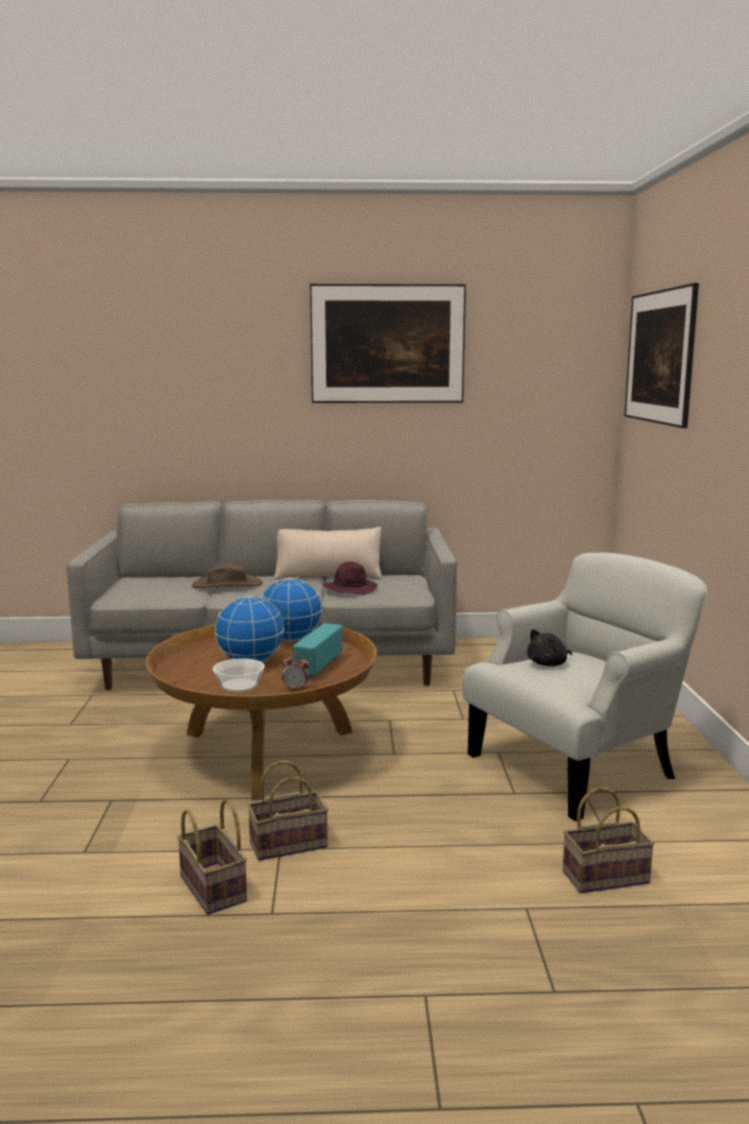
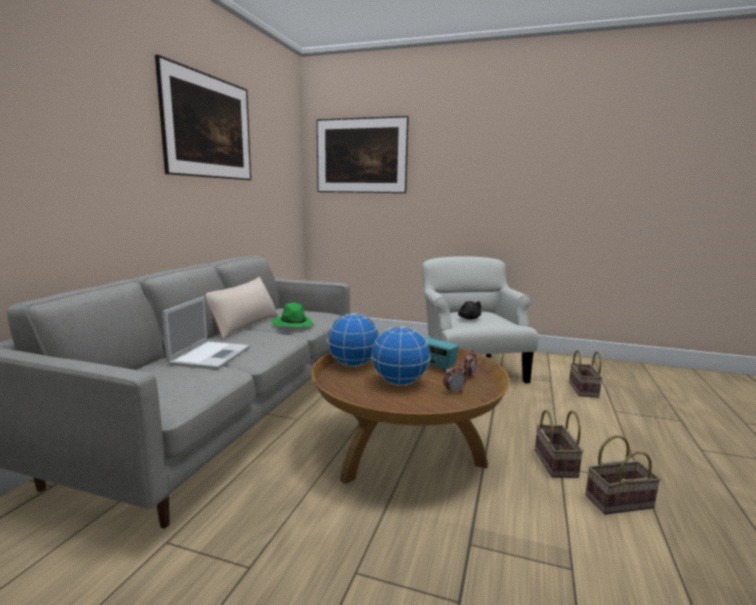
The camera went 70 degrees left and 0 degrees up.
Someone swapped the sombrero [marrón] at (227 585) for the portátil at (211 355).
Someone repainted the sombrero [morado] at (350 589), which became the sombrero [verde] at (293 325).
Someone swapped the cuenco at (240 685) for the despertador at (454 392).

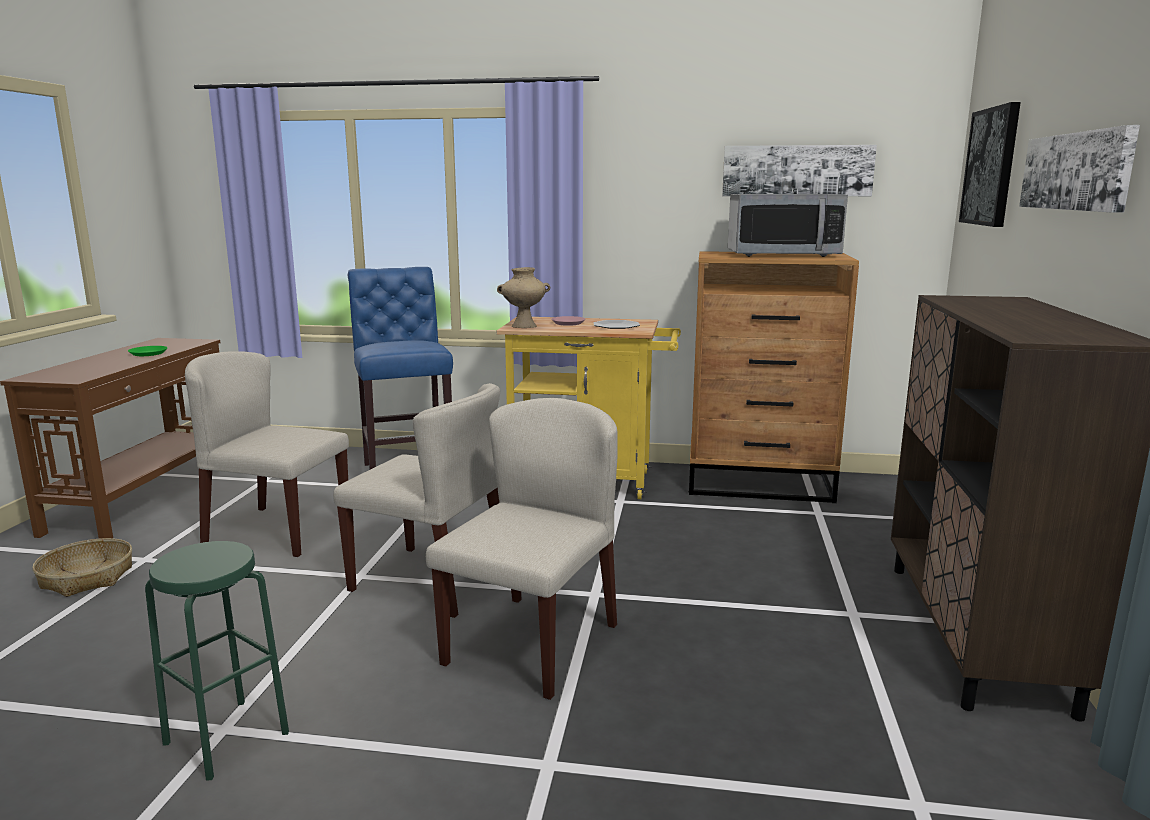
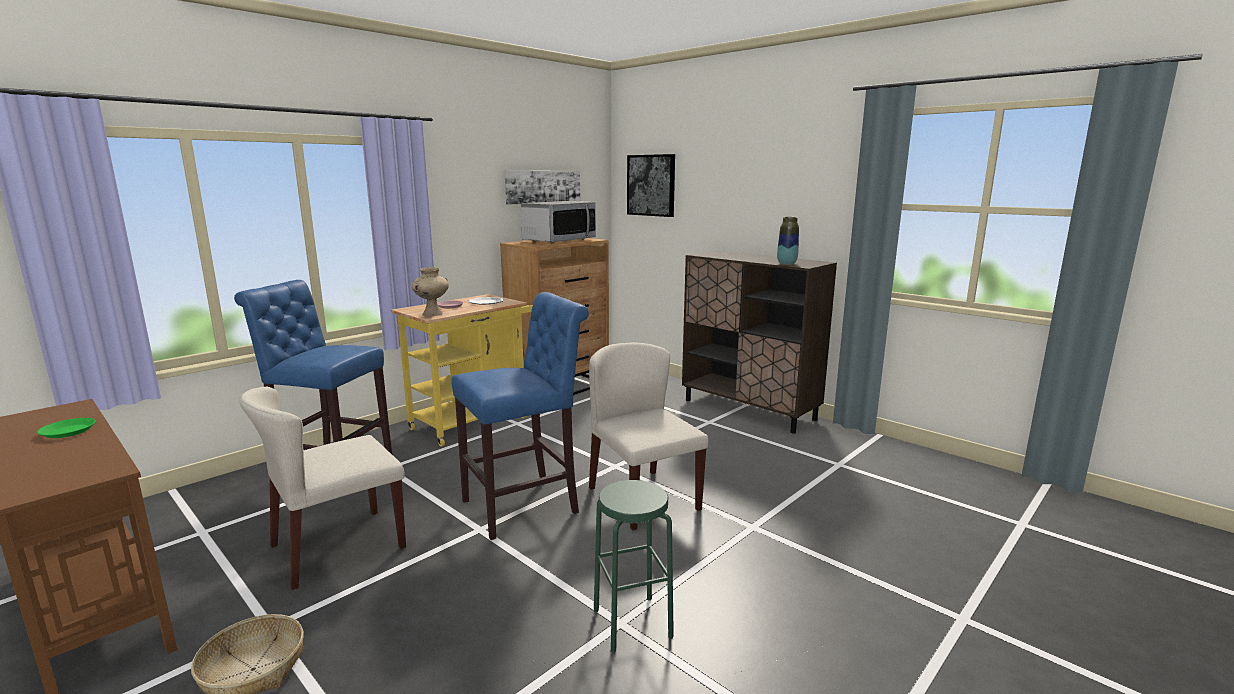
The camera went 55 degrees left and 0 degrees up.
Someone swapped the silla [beis] at (432 580) for the taburete [azul] at (526 506).
Someone put down the florero at (786 264).
Someone took away the cuadro at (1076 171).

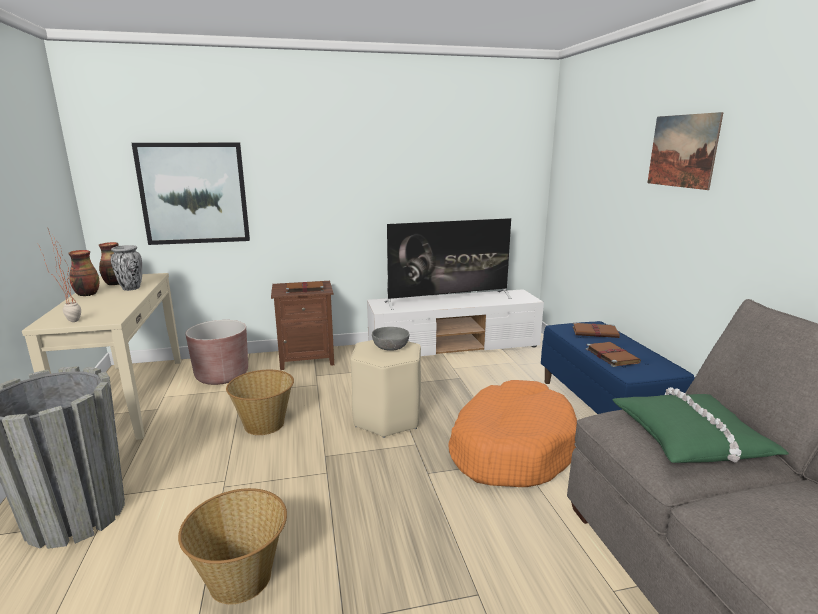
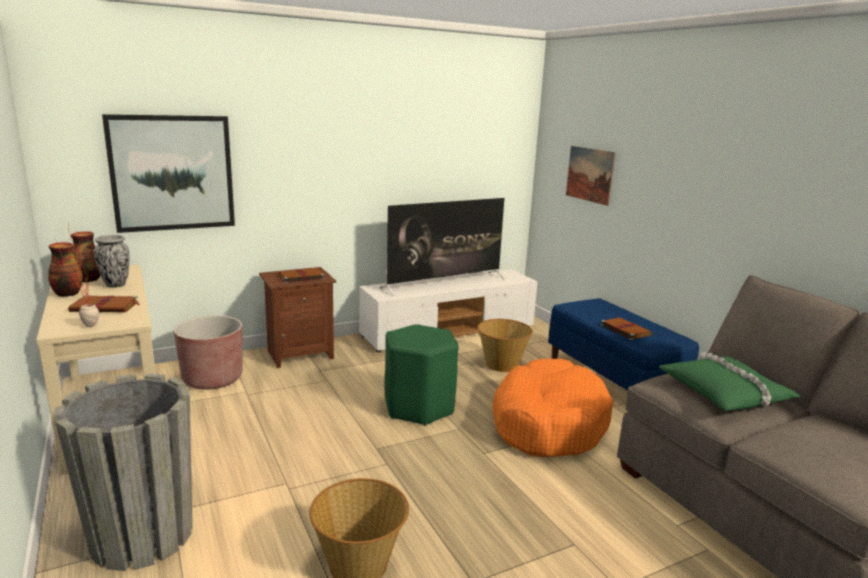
The camera went 15 degrees left and 0 degrees up.
Someone carried the libro [marrón] from (596 332) to (106 307).
Someone repainted the taburete [beis] at (387 418), which became the taburete [verde] at (419 407).
Someone carried the cesta from (264 424) to (501 364).
Someone carried the cuadro from (682 151) to (589 174).
Someone took away the cuenco [gris] at (390 346).

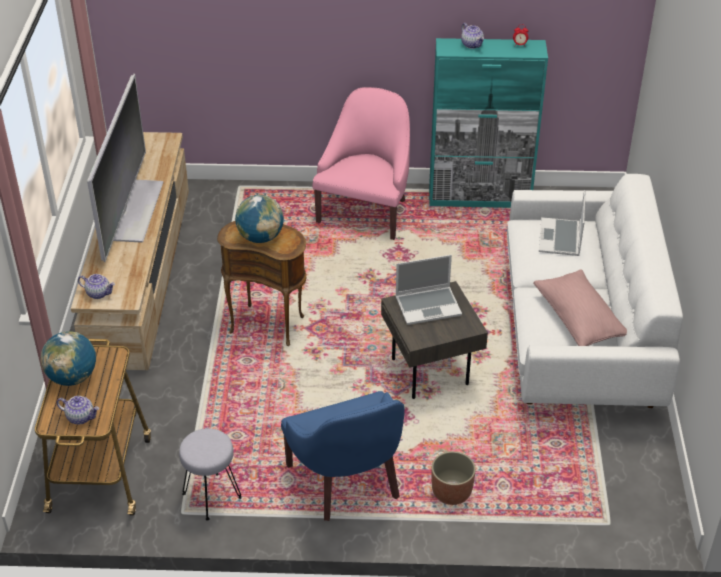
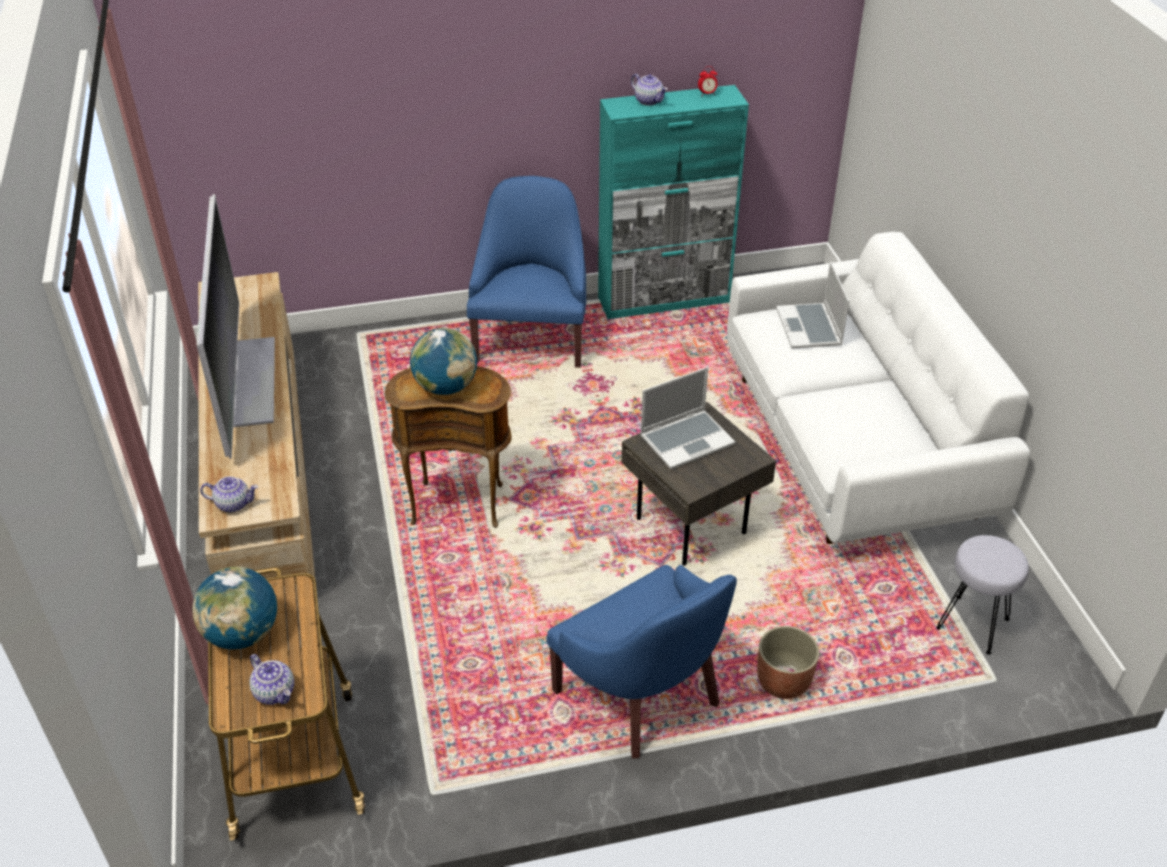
The camera went 15 degrees left and 0 degrees up.
Someone rotated the tetera at (81 417) by 45 degrees clockwise.
Someone repainted the sillón [rosa] at (366 211), which became the sillón [azul] at (532 338).
Someone carried the taburete [gris] from (211 497) to (972 625).
Someone took away the cojín [rosa] at (579 319).

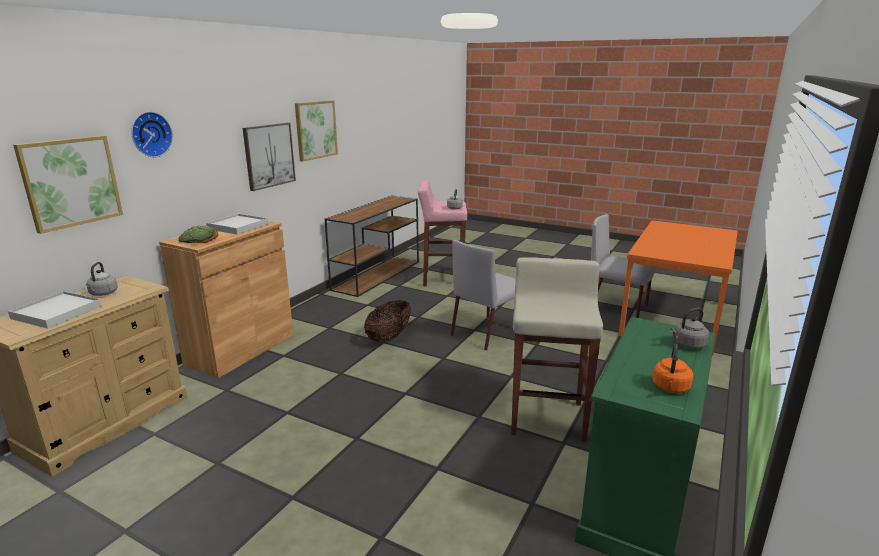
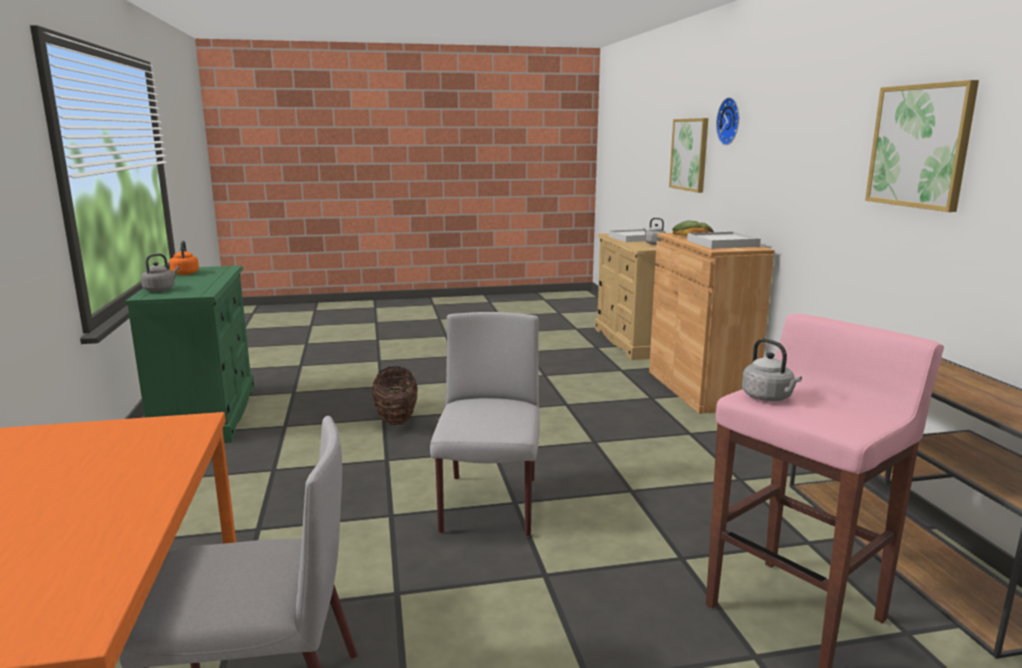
The camera went 140 degrees right and 5 degrees down.
Someone carried the cesta from (389 337) to (396 419).
Someone took away the cuadro at (269 155).
Someone took away the taburete [beis] at (547 417).

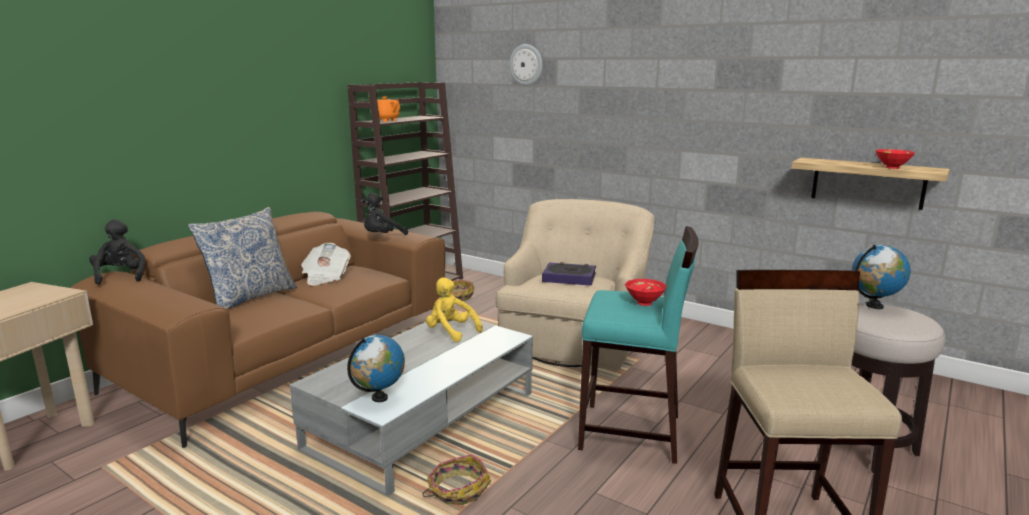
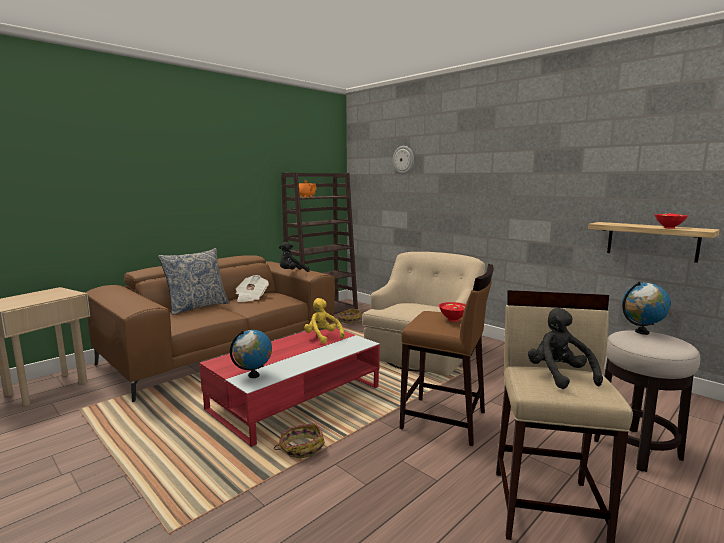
The camera went 10 degrees right and 5 degrees down.
Someone repainted the mesa de centro [gris] at (423 420), which became the mesa de centro [rojo] at (295 398).
Someone repainted the taburete [turquesa] at (631 433), which became the taburete [marrón] at (444 420).
Someone carried the peluche [negro] from (121 276) to (559 375).
Someone took away the libro at (569 278).

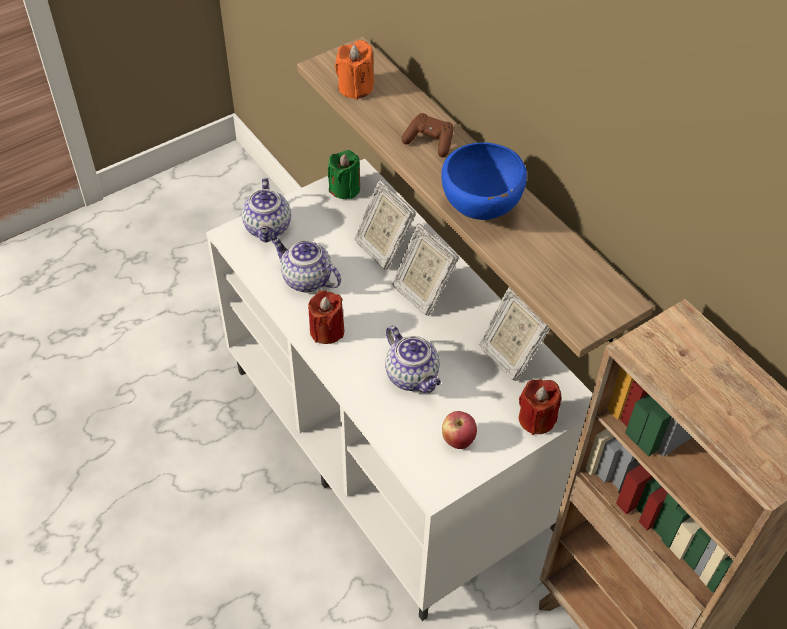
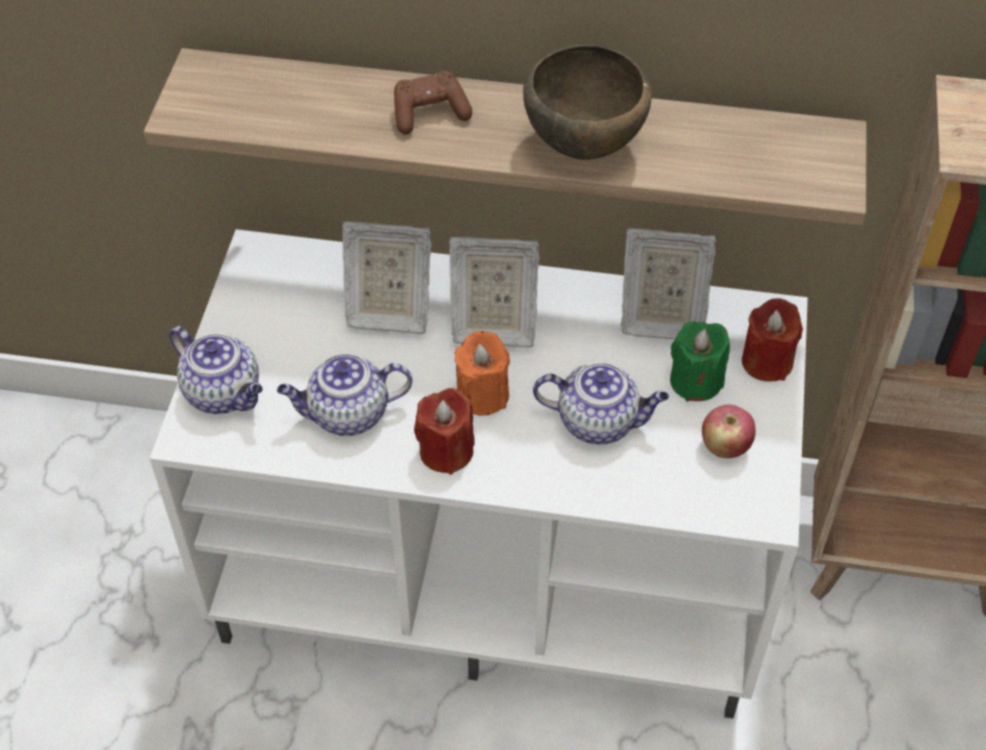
The camera went 45 degrees left and 0 degrees up.
Someone carried the vela [naranja] from (355 87) to (482 395).
Someone repainted the cuenco [azul] at (480 211), which became the cuenco [marrón] at (585 148).
Someone carried the vela [verde] from (345 188) to (696 381).

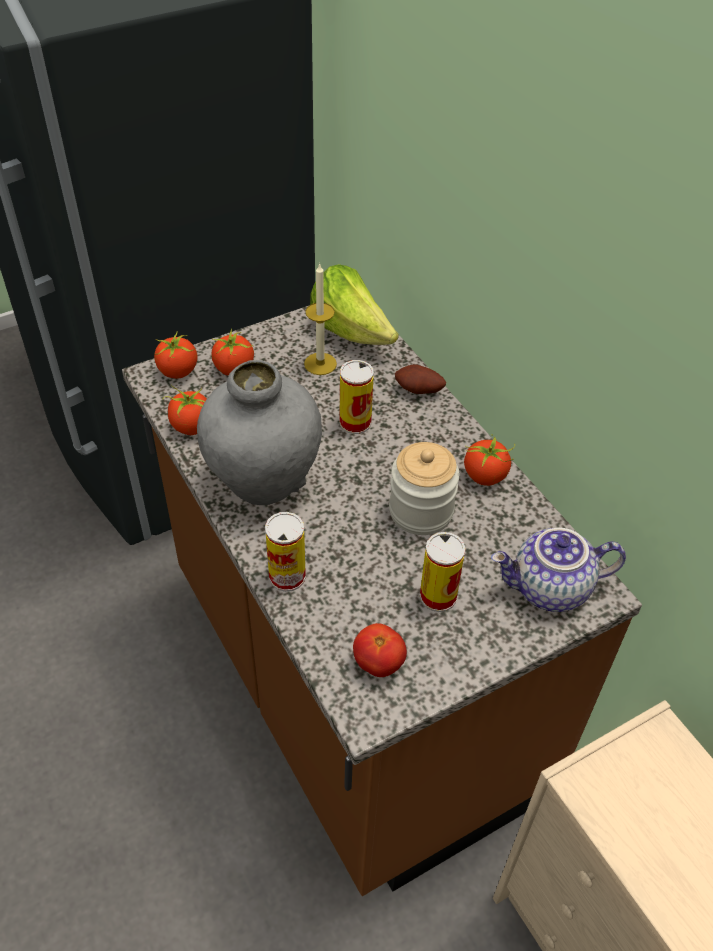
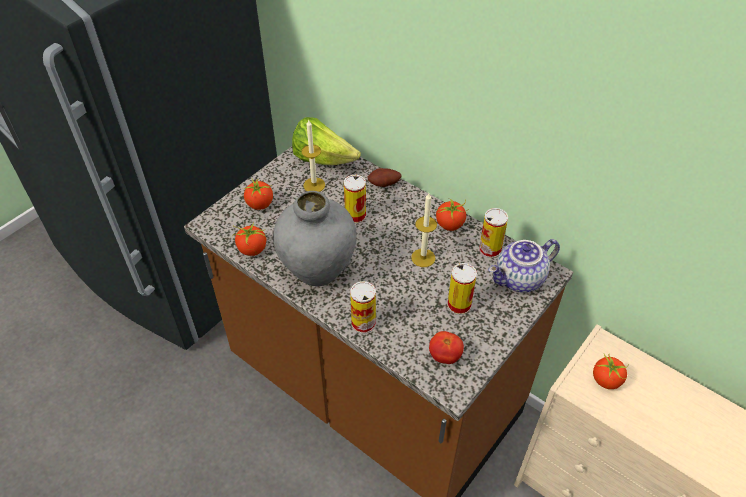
The camera went 20 degrees left and 0 degrees up.
Someone swapped the tarro at (421 511) for the vela at (423 258).
Someone put down the lata at (490 249).
Someone carried the tomate from (178 371) to (606 380).

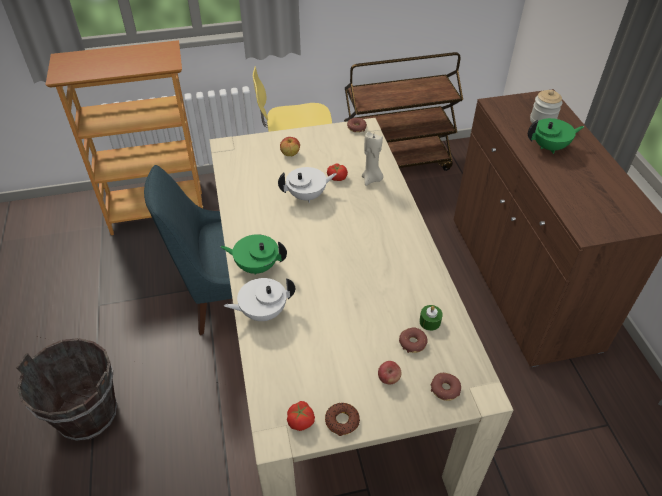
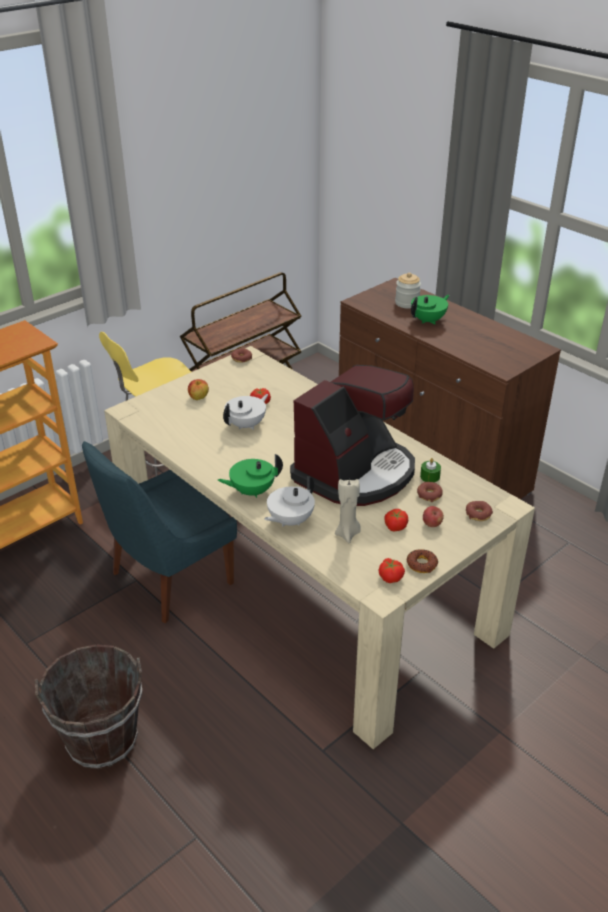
The camera went 30 degrees left and 10 degrees down.
Someone put down the cafetera at (355 473).
Someone carried the vela [beis] from (371 179) to (348 534).
Someone put down the tomate at (395 526).

